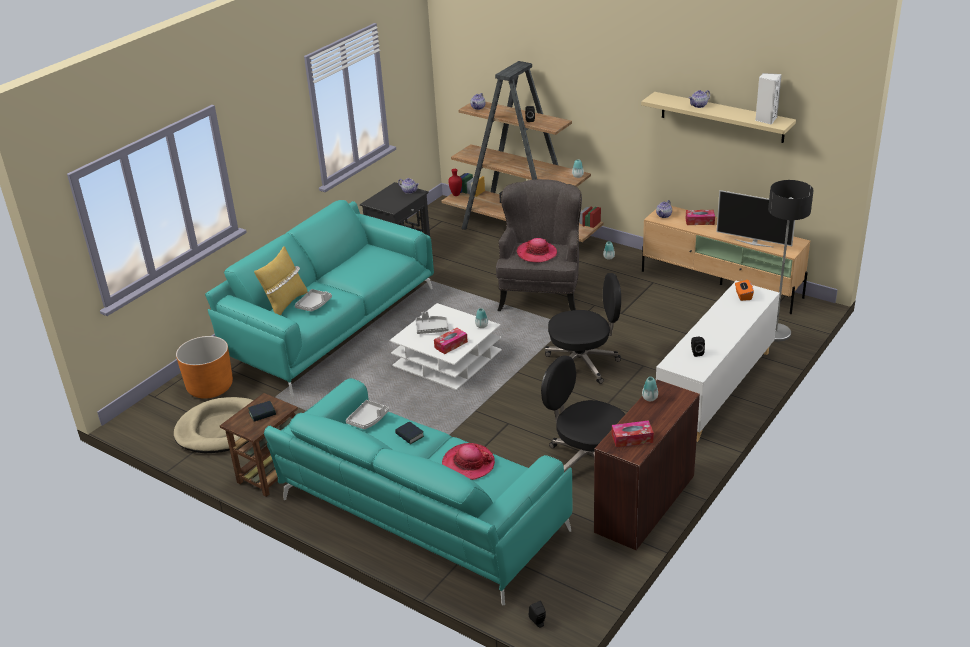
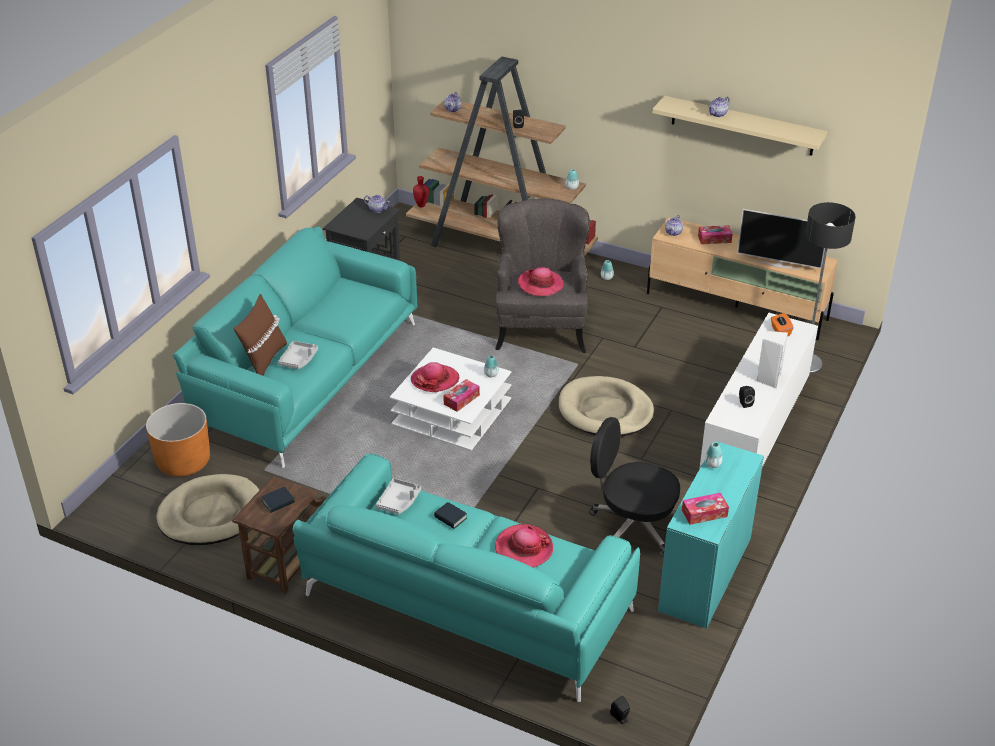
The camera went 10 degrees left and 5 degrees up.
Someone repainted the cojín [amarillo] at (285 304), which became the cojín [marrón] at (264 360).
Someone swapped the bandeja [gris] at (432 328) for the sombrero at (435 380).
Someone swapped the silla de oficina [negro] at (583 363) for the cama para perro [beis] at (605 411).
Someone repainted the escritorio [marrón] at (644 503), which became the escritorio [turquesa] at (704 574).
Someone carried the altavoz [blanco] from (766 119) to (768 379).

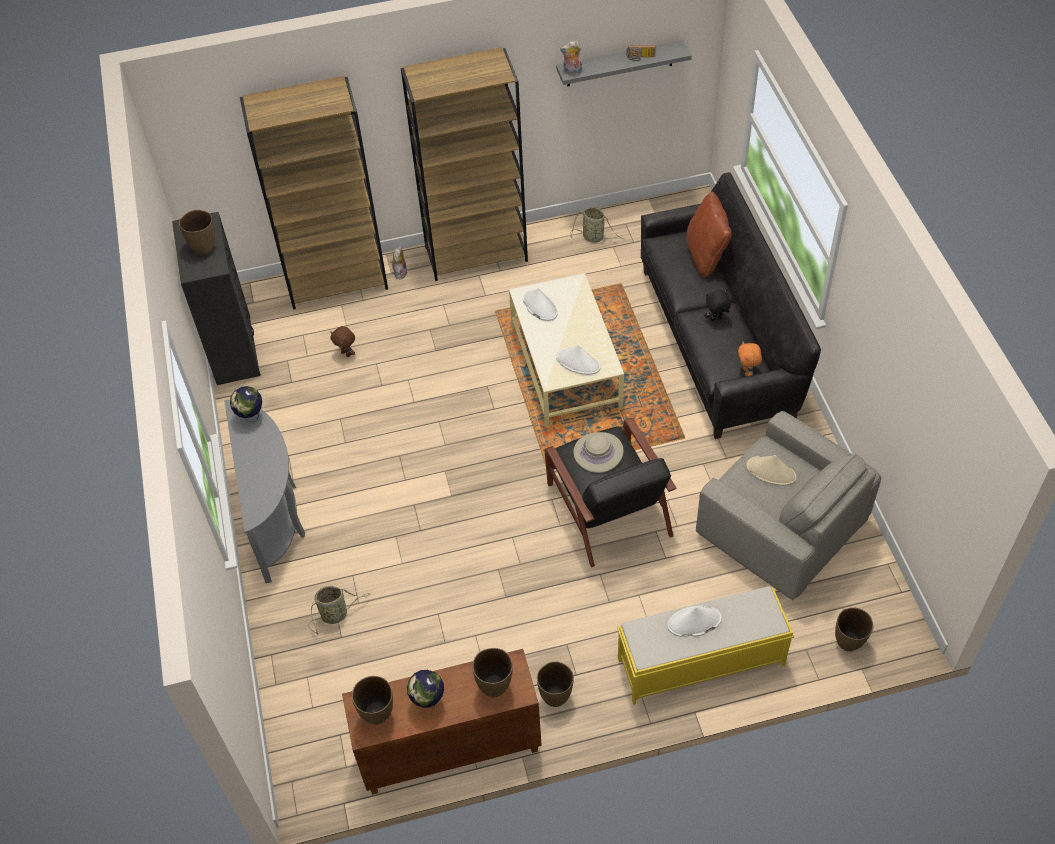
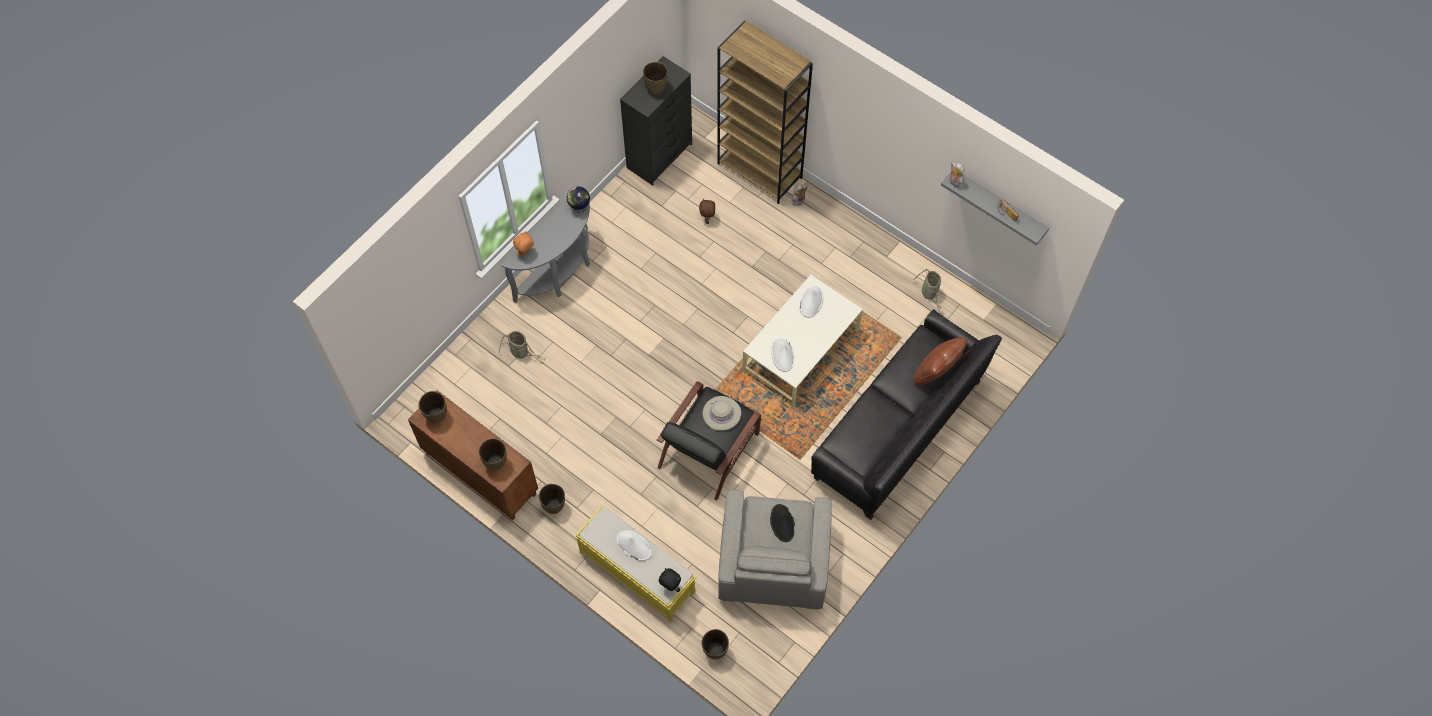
The camera went 50 degrees right and 10 degrees up.
Someone carried the peluche [naranja] from (747 372) to (525 253).
Someone carried the peluche [negro] from (716 319) to (670 587).
Someone repainted the sombrero [beis] at (771 472), which became the sombrero [negro] at (782 523).
Someone took away the estantería [marrón] at (476 254).
Someone took away the globo terráqueo at (428 701).

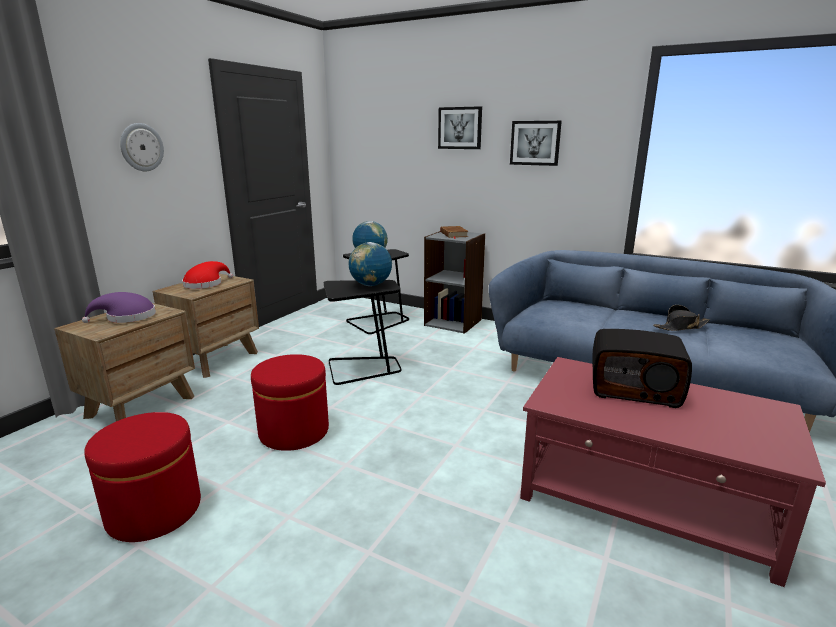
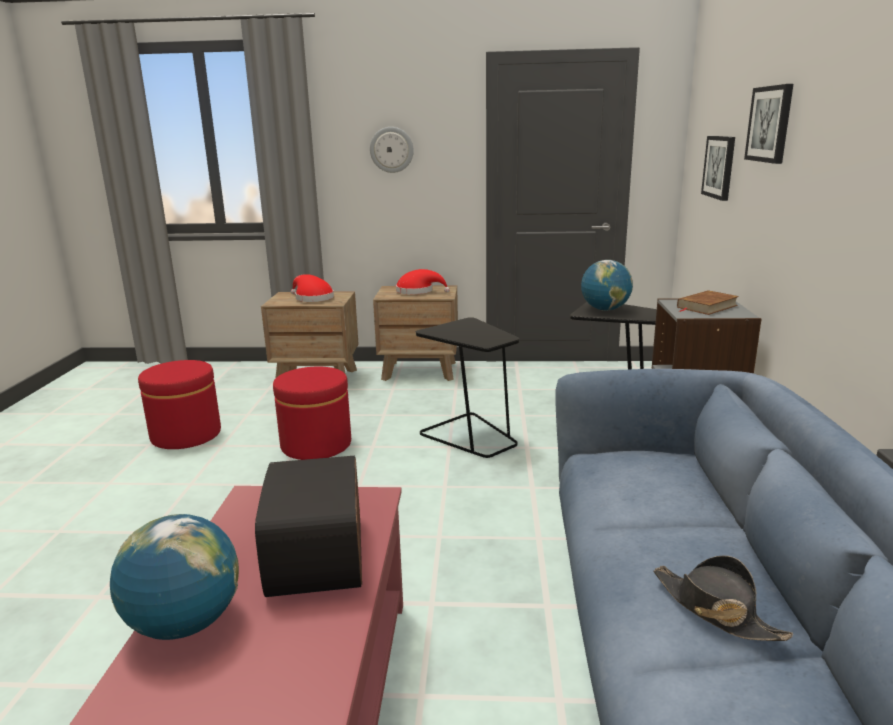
The camera went 65 degrees right and 0 degrees up.
Someone carried the globo terráqueo from (371 285) to (185 624).
Someone repainted the sombrero [morado] at (127 317), which became the sombrero [rojo] at (312 298).
Someone carried the cuadro from (535 143) to (719 167).

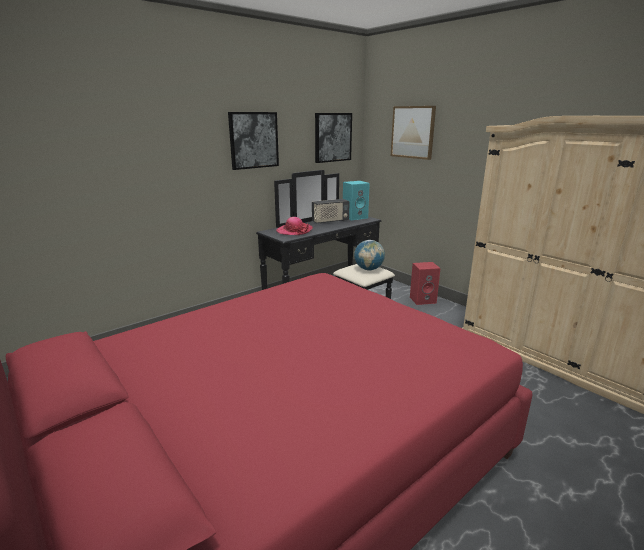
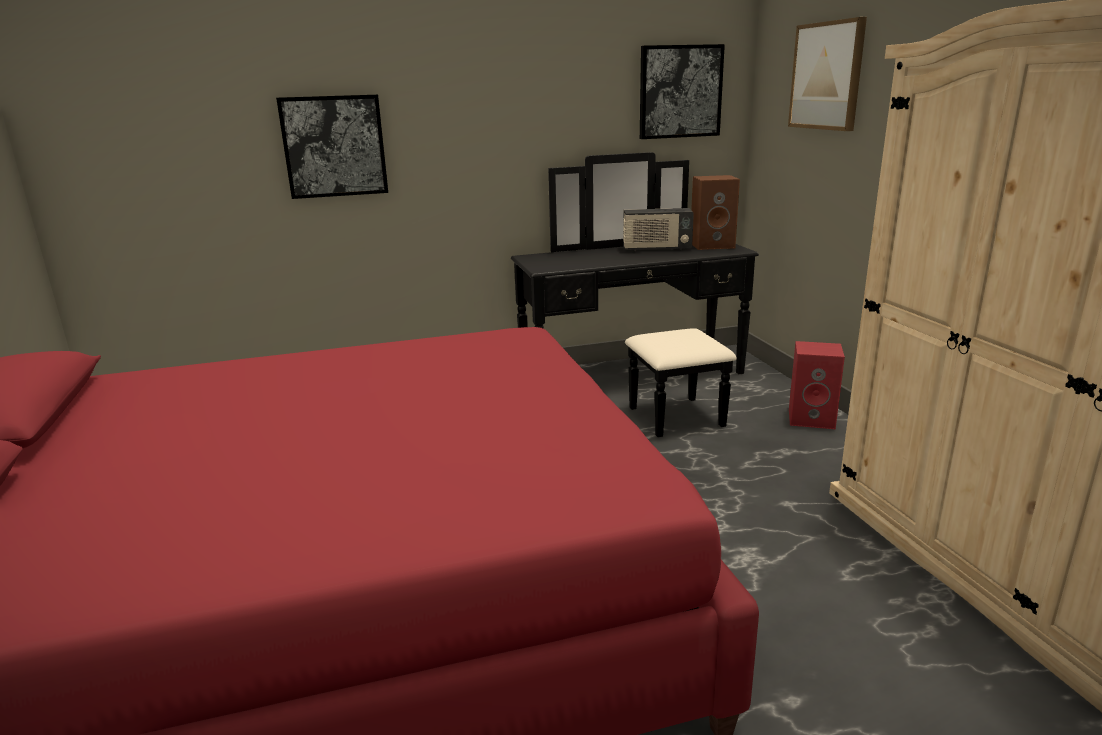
The camera went 25 degrees right and 0 degrees up.
Someone carried the cuadro from (253 140) to (334 146).
Someone repainted the altavoz [turquesa] at (355 217), which became the altavoz [marrón] at (713 245).
Someone took away the sombrero at (294 231).
Someone took away the globo terráqueo at (368 269).

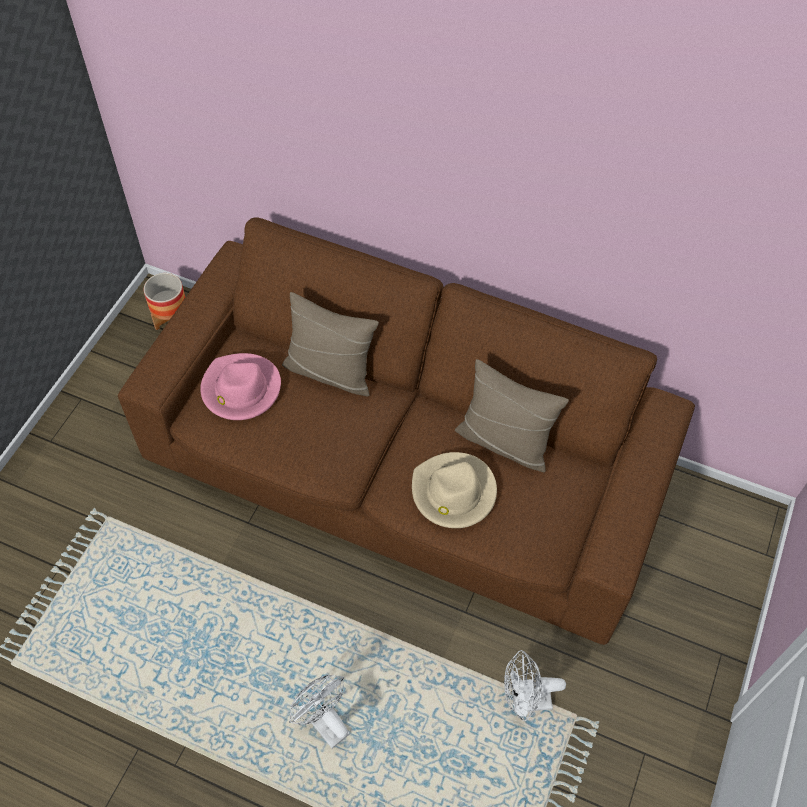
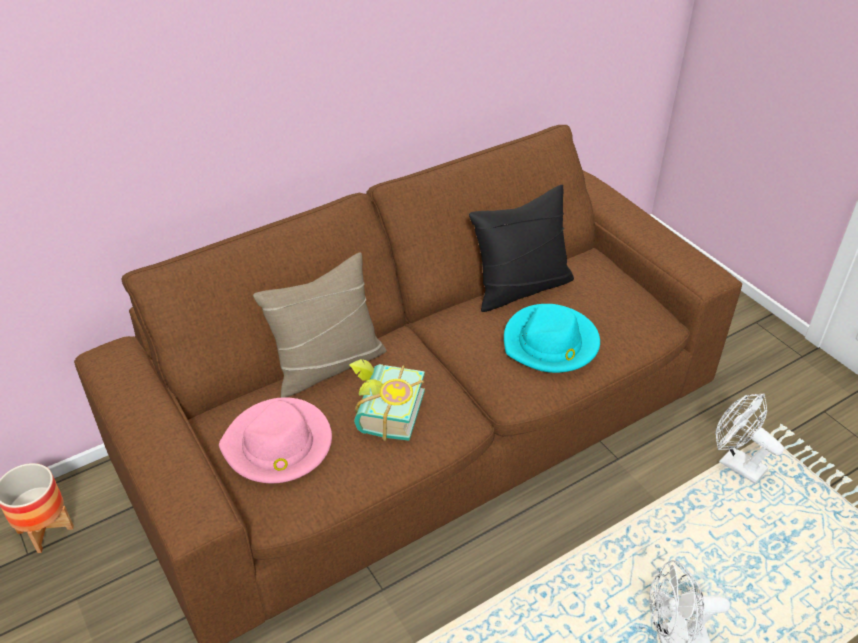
The camera went 55 degrees left and 15 degrees down.
Someone put down the libro at (383 412).
Someone repainted the cojín [beis] at (504 442), which became the cojín [negro] at (521 288).
Someone repainted the sombrero [beis] at (453 493), which became the sombrero [turquesa] at (551 343).
Someone rotated the ventilador [blanco] at (524 701) by 105 degrees clockwise.

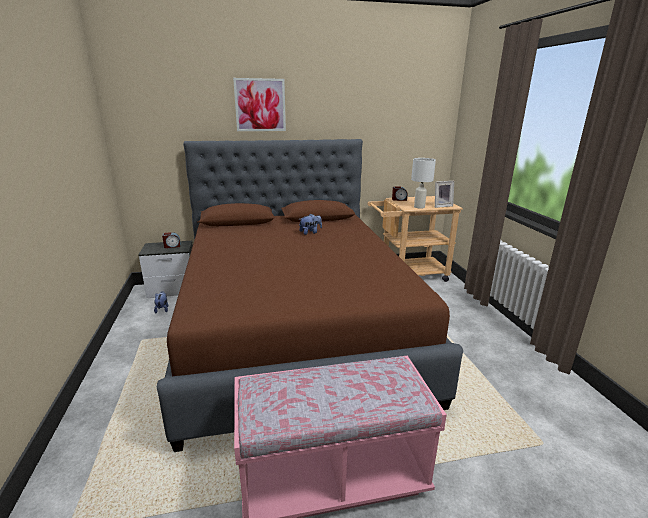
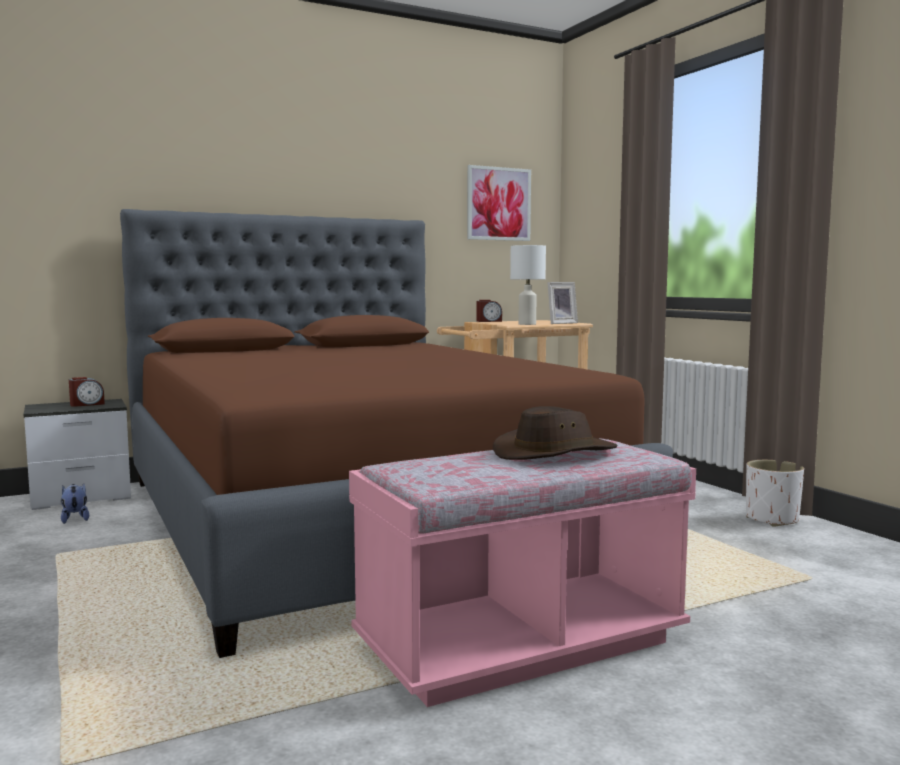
The camera went 15 degrees left and 15 degrees down.
Someone carried the cuadro from (260 105) to (498 204).
Someone put down the sombrero [marrón] at (554 453).
Someone put down the maceta [blanco] at (772 519).
Someone took away the peluche at (310 232).

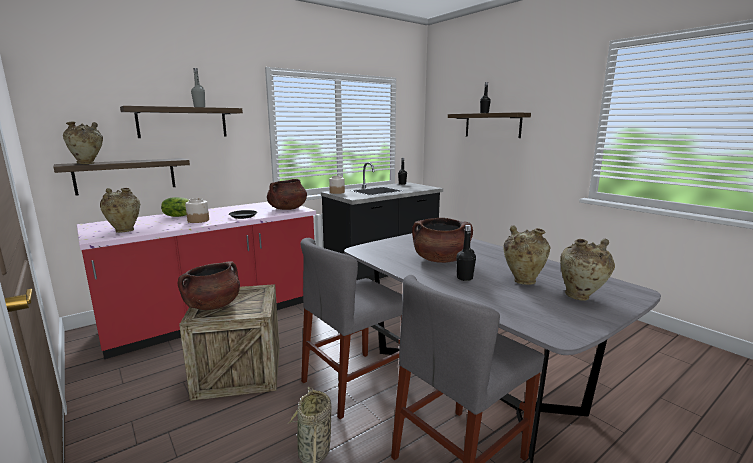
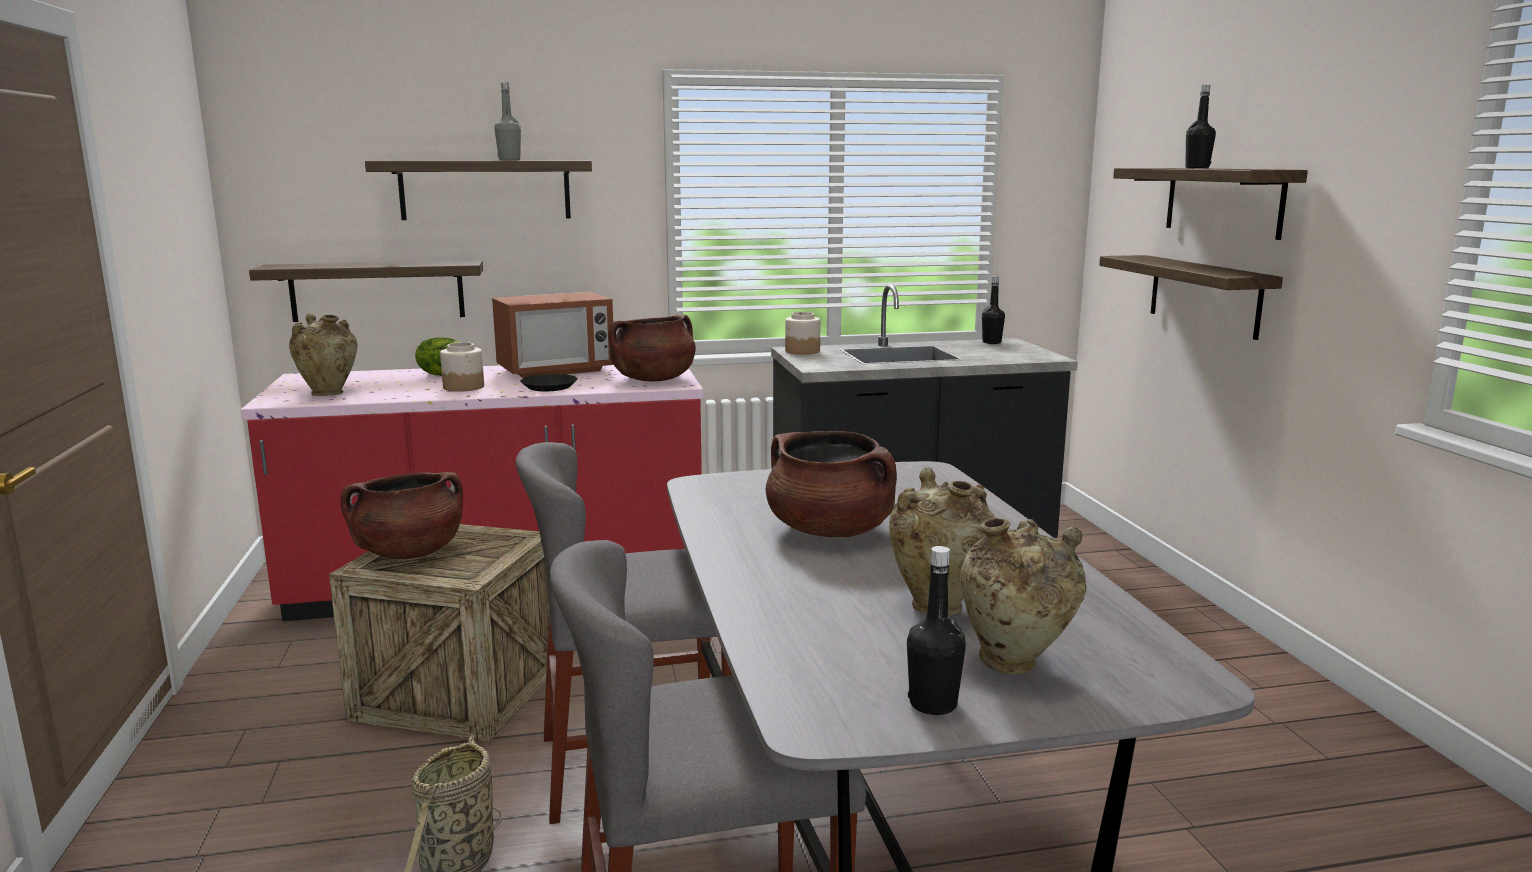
The camera went 25 degrees right and 0 degrees up.
Someone put down the microondas at (556 370).
Someone carried the botella [negro] from (464 278) to (933 704).
Someone put up the estante at (1204 295).
Someone took away the florero [beis] at (88 163).

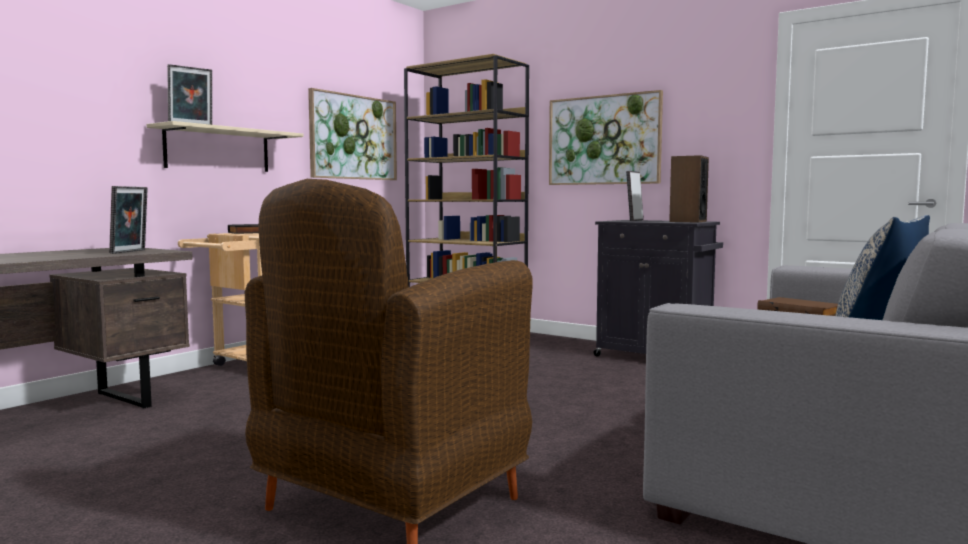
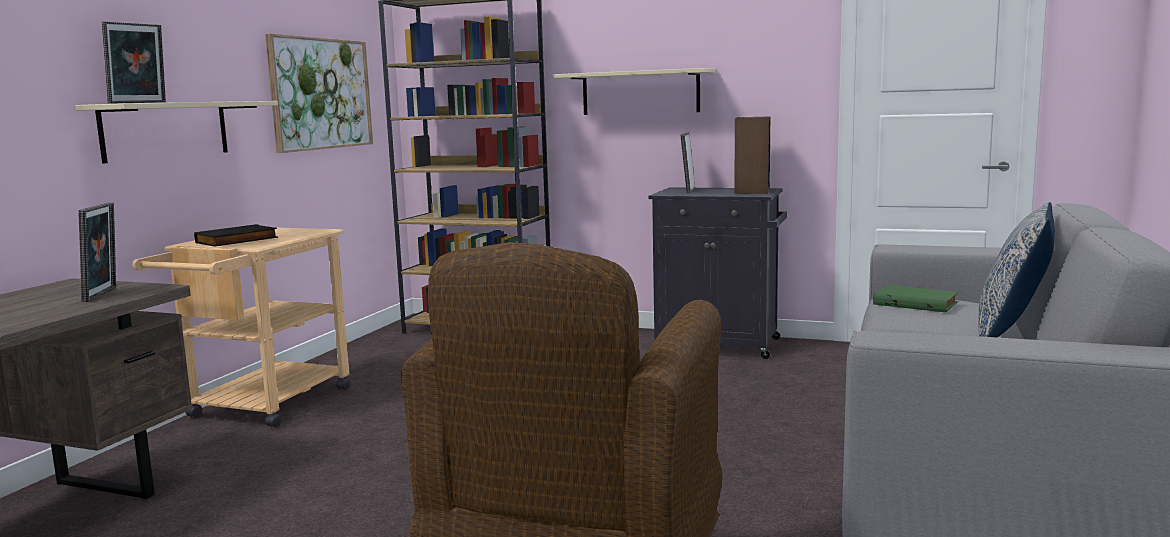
The camera went 15 degrees left and 5 degrees up.
Someone swapped the cuadro at (604 140) for the estante [beis] at (640 92).
Someone repainted the libro [marrón] at (800 312), which became the libro [verde] at (916 303).

